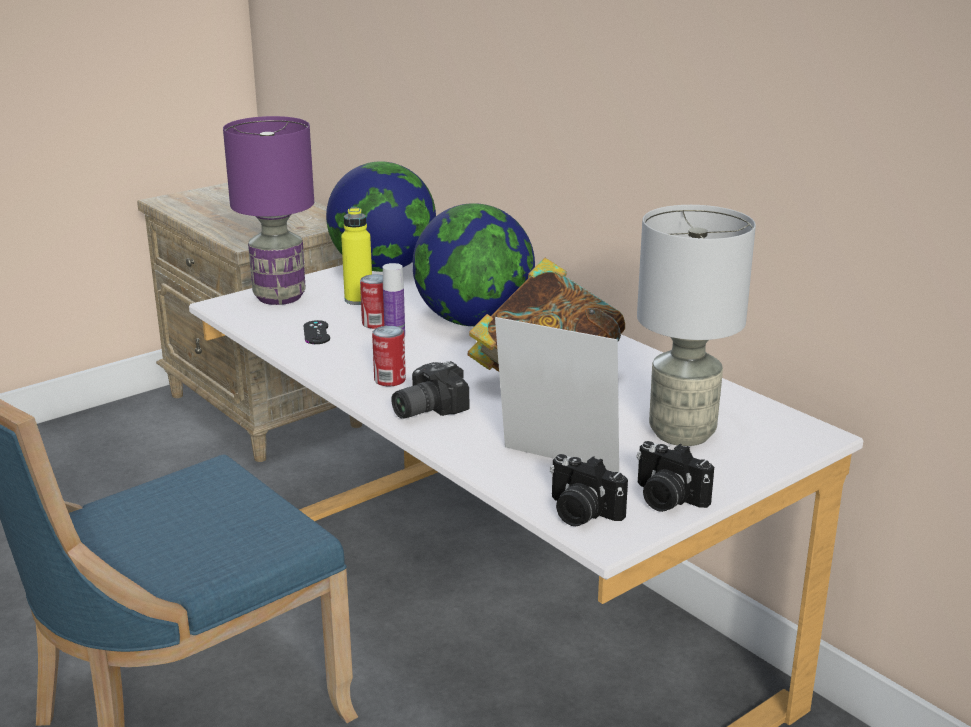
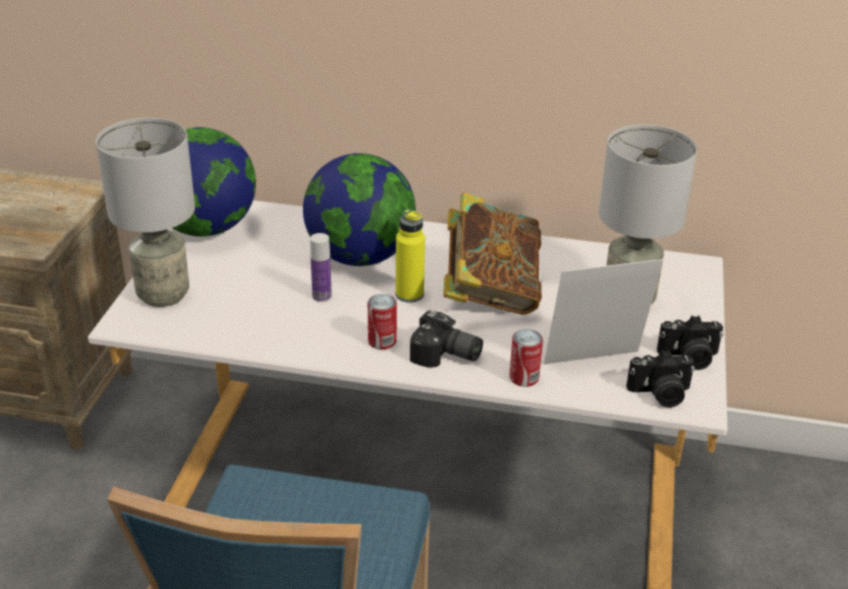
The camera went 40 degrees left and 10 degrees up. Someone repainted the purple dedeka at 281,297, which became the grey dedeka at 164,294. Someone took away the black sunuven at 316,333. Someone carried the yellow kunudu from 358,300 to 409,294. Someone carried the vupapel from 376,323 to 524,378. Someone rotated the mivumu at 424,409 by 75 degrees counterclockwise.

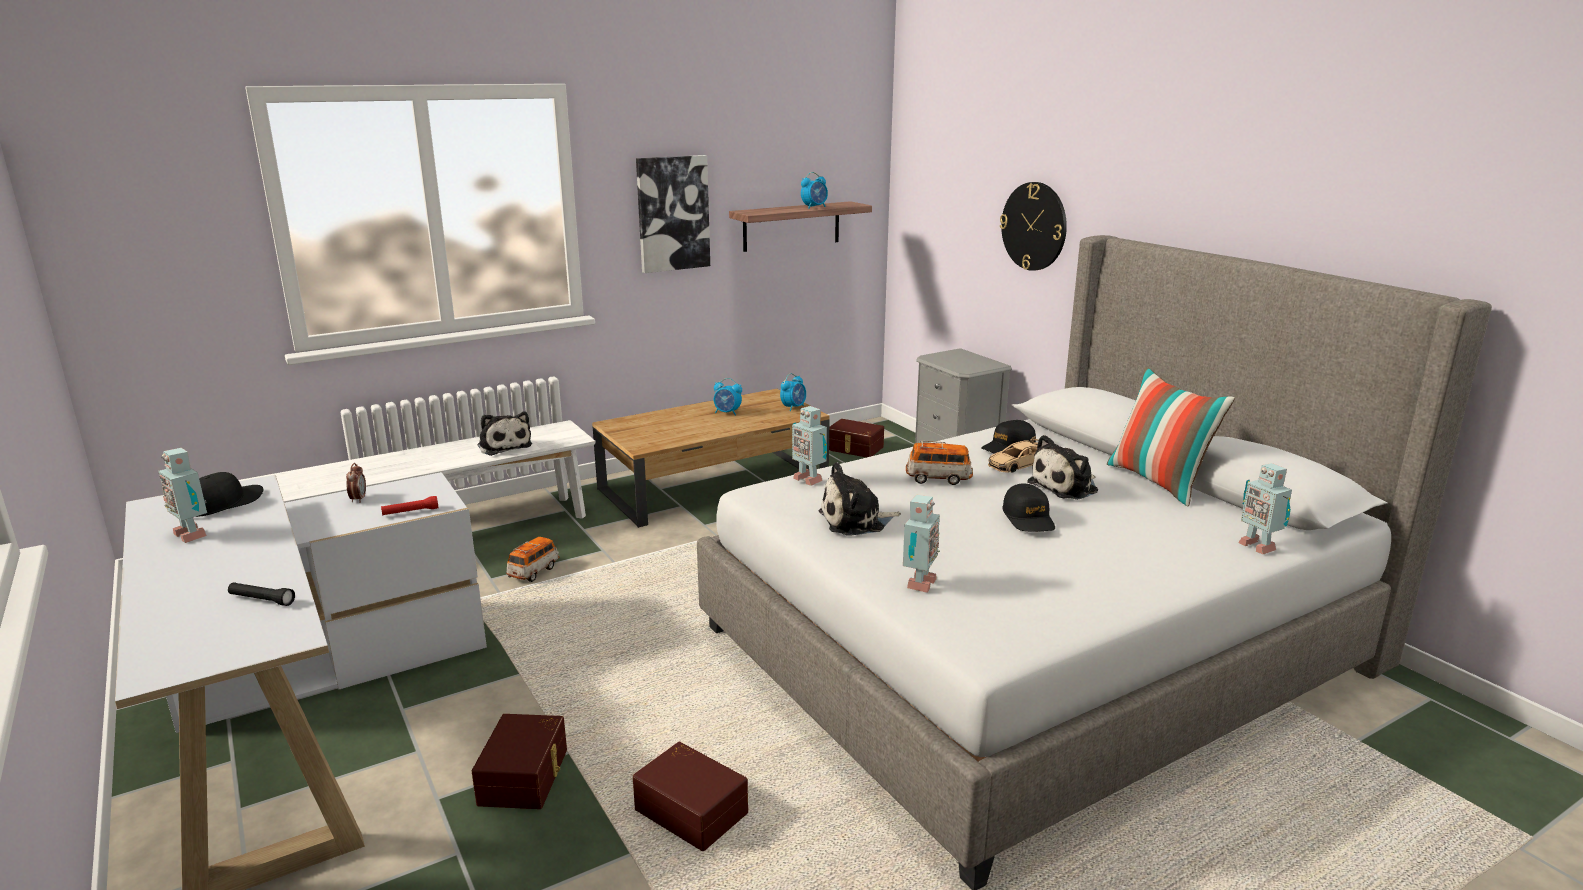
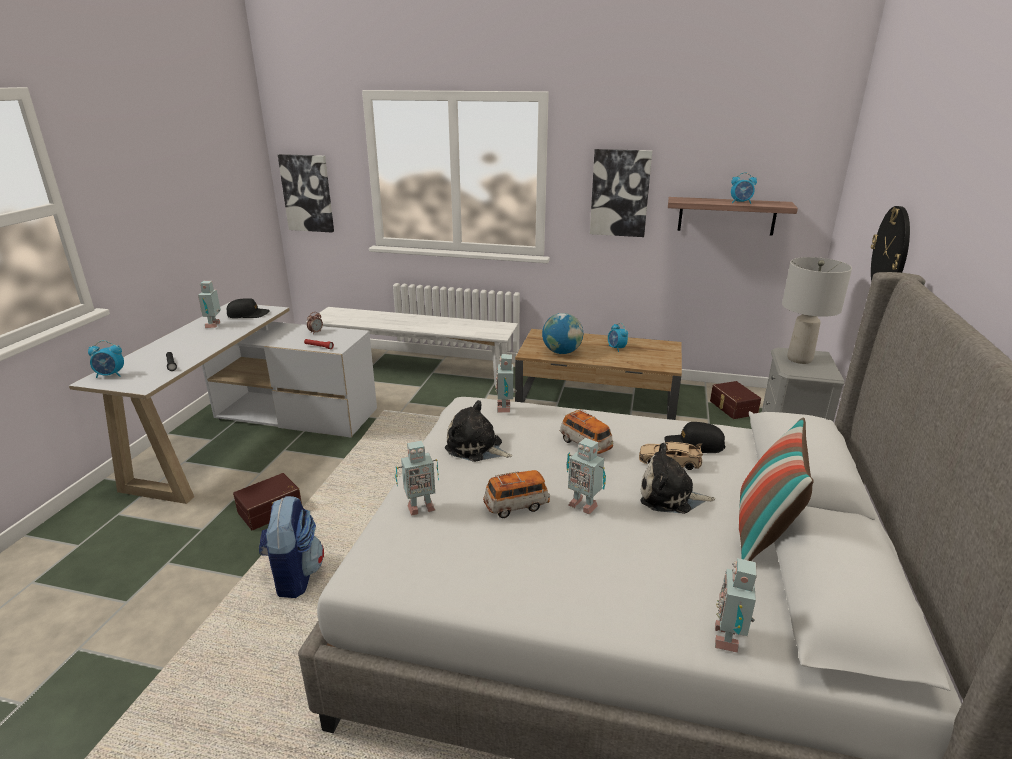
The camera went 45 degrees right and 5 degrees up. Someone took away the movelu at 504,446. Someone carried the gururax from 534,571 to 516,506. Someone swapped the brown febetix at 693,810 for the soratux at 294,576. Someone carried the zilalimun from 793,407 to 110,375. Someone swapped the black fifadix at 1028,519 for the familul at 583,504. Someone put up the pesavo at 307,193. Someone put down the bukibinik at 562,352. Someone put down the grey dedeka at 799,359.

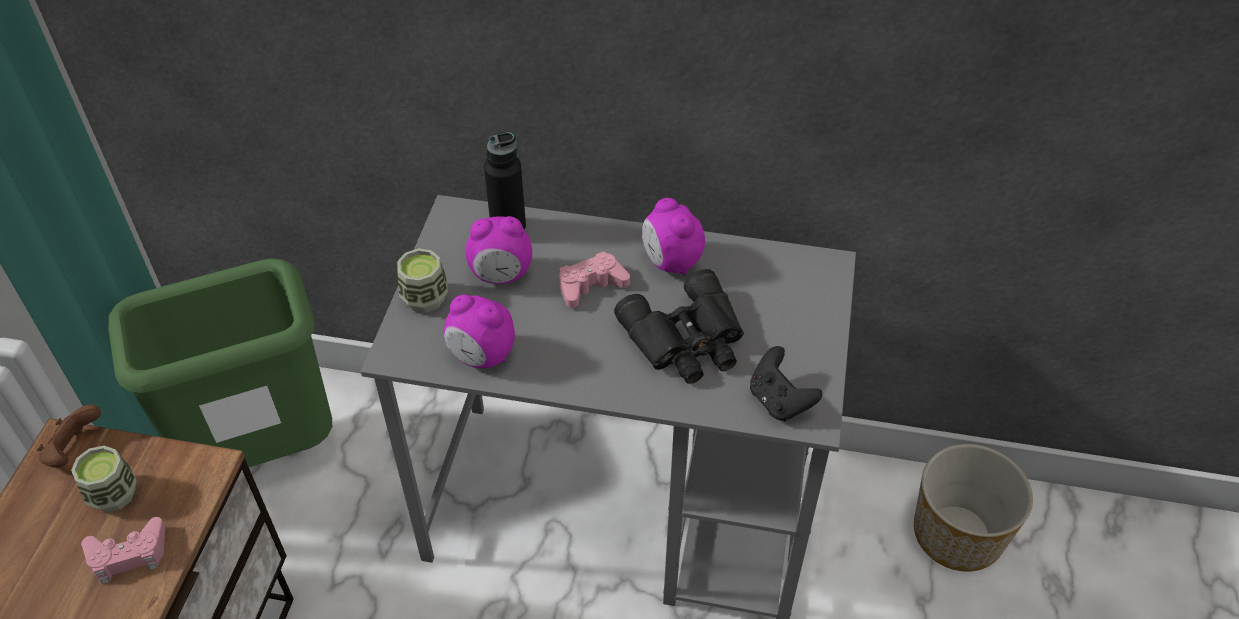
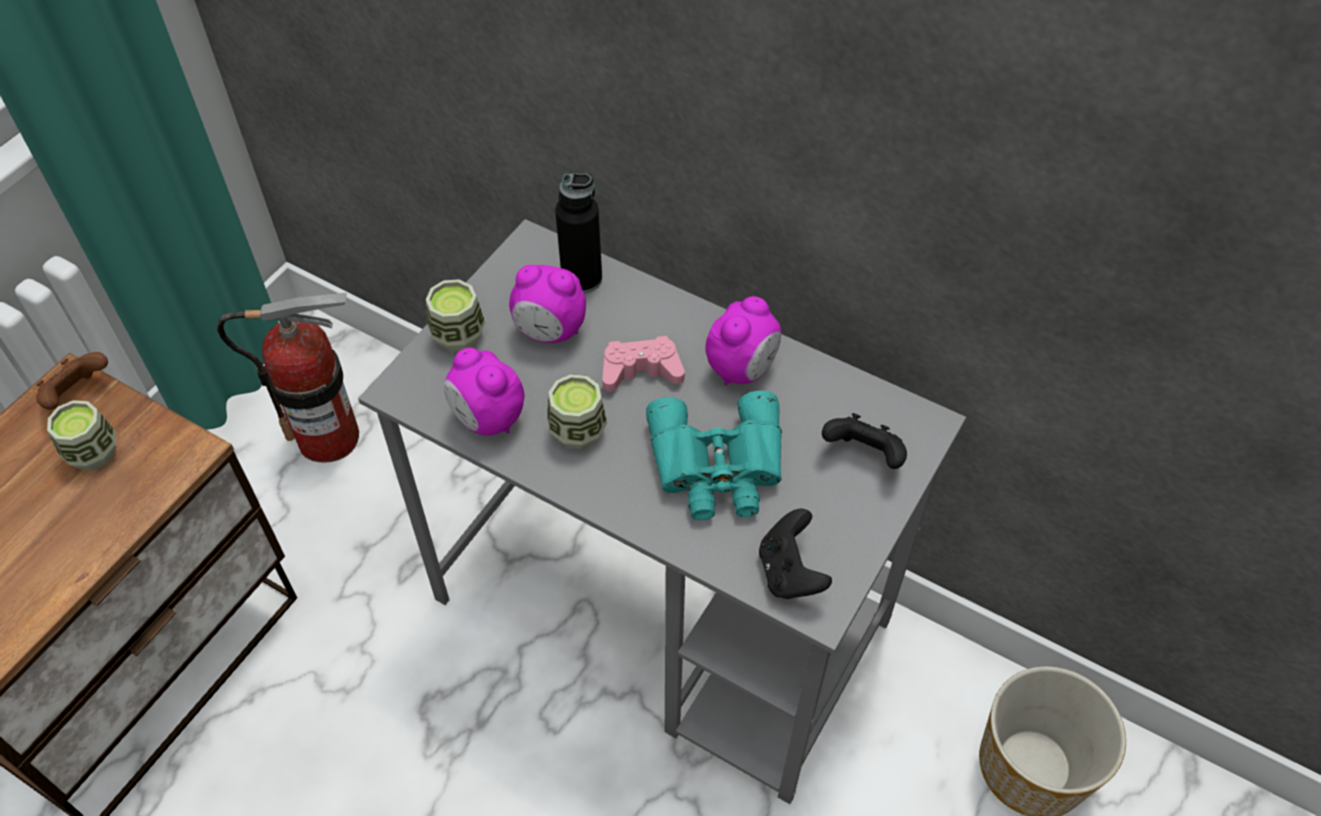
The camera went 20 degrees right and 5 degrees up. Someone took away the pink sunuven at 128,555. Someone swapped the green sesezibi at 266,454 for the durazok at 328,437. Someone repainted the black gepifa at 687,340, which became the turquoise gepifa at 718,467. Someone rotated the zilalimun at 670,262 by 135 degrees counterclockwise. Someone put down the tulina at 578,431. Someone put down the black sunuven at 864,455.

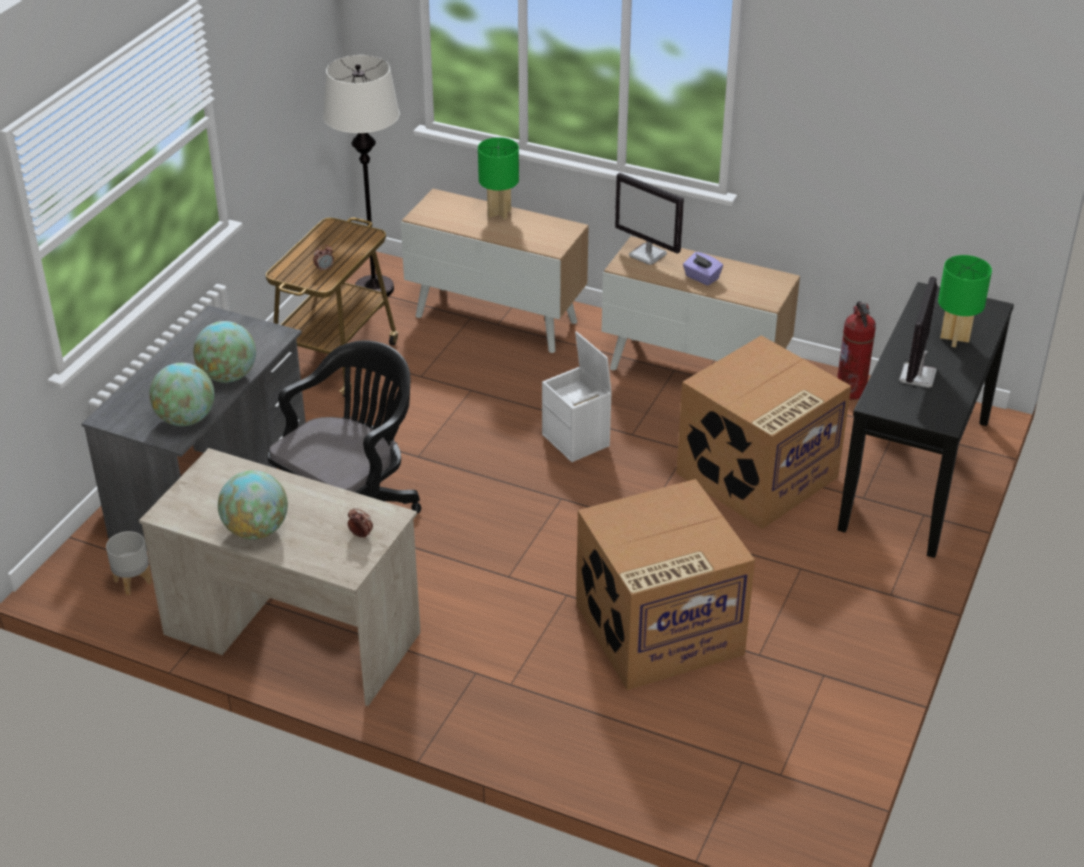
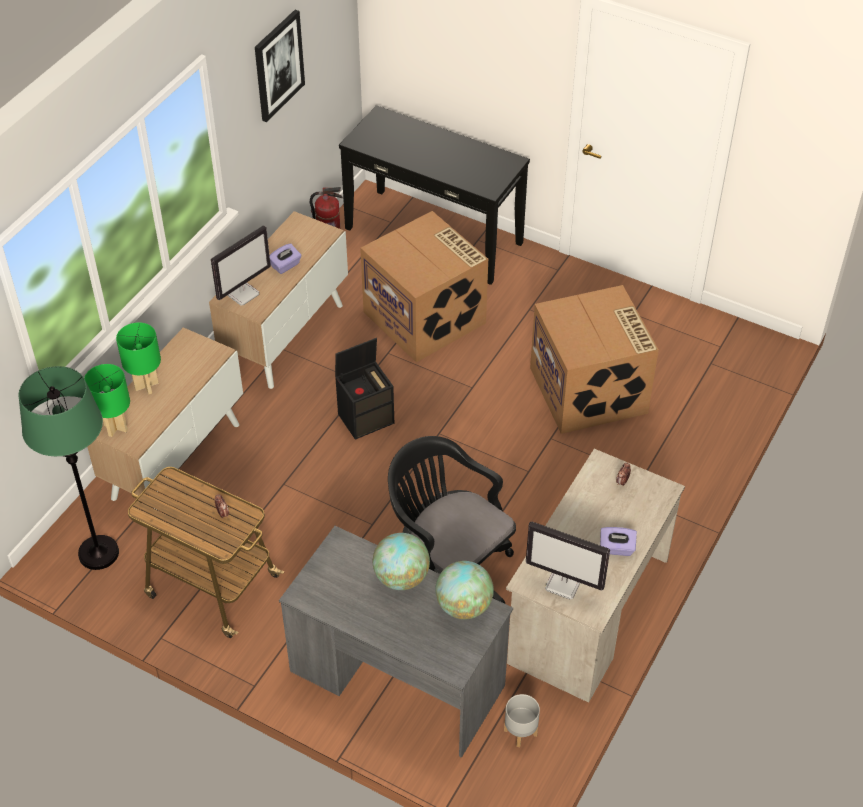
The camera went 85 degrees left and 10 degrees up. Someone swapped the bukibinik at 256,530 for the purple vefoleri at 616,548. Someone repainted the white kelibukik at 374,289, which became the green kelibukik at 99,553. Someone repainted the white febetix at 577,440, which became the black febetix at 366,417. Someone carried the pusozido from 917,376 to 564,584. Someone carried the green dedeka from 955,339 to 116,427. Someone put up the pesavo at 278,65.

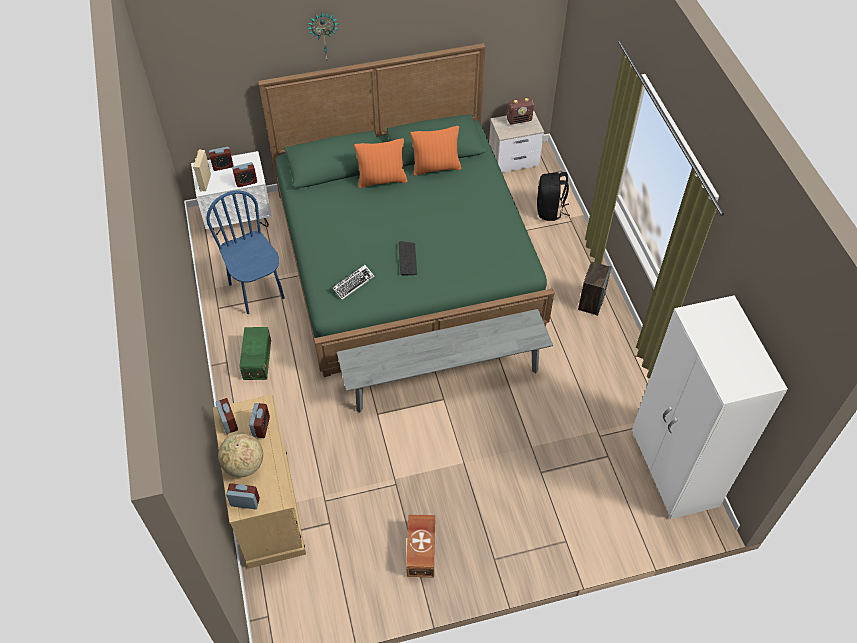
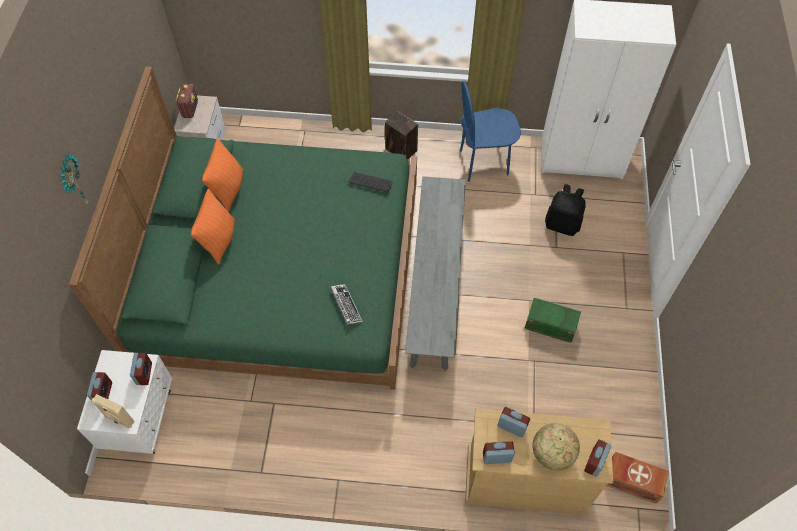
The camera went 70 degrees left and 5 degrees up. Someone carried the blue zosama from 257,291 to 484,163. Someone carried the green febetix from 256,360 to 551,326. Someone carried the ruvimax from 407,259 to 371,182. Someone carried the brown febetix from 422,550 to 631,480. Someone carried the black soratux from 550,210 to 562,224.

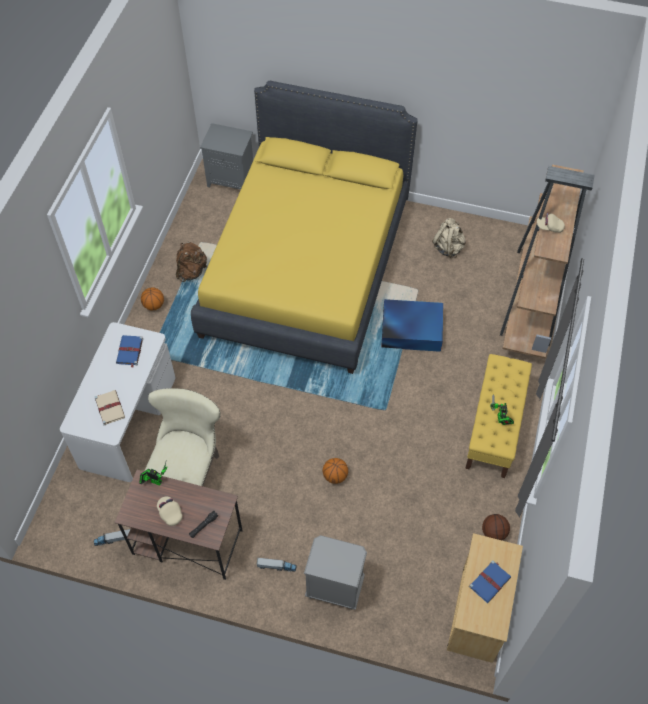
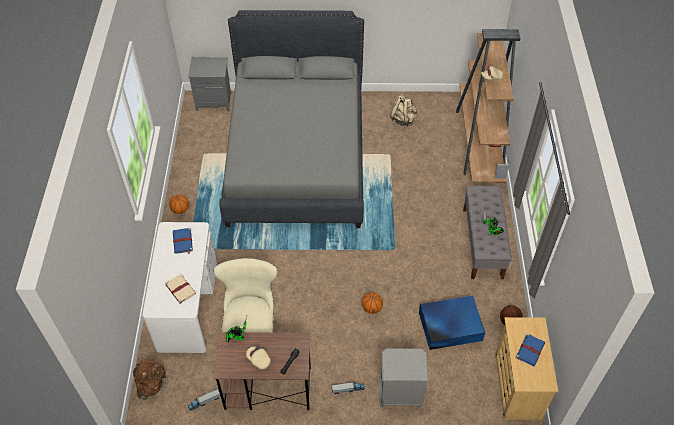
The camera went 15 degrees left and 5 degrees down. Someone carried the brown soratux from 191,272 to 151,385. Someone repainted the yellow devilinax at 306,268, which became the grey devilinax at 297,156. Someone carried the blue febetix from 410,330 to 449,326. Someone repainted the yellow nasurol at 494,427, which became the grey nasurol at 482,243.

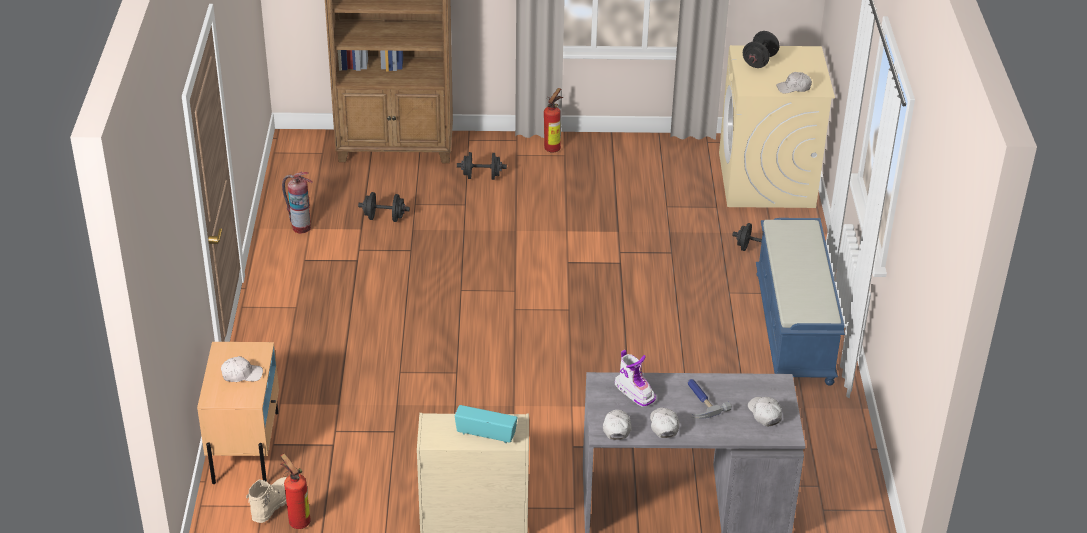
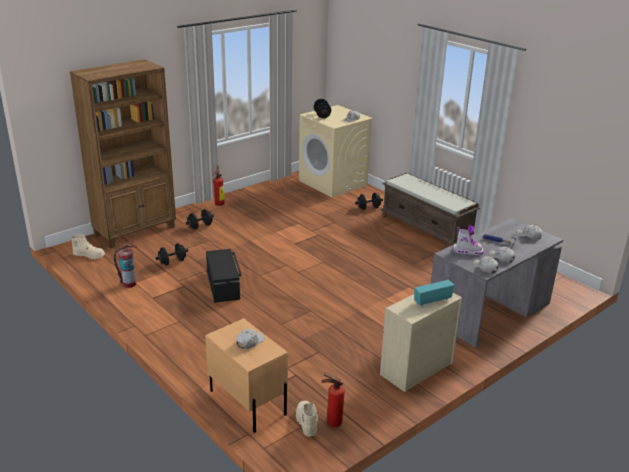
The camera went 40 degrees left and 10 degrees down. Someone repainted the blue nasurol at 795,328, which became the brown nasurol at 427,228. Someone put down the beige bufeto at 89,255. Someone put down the black febetix at 224,285.

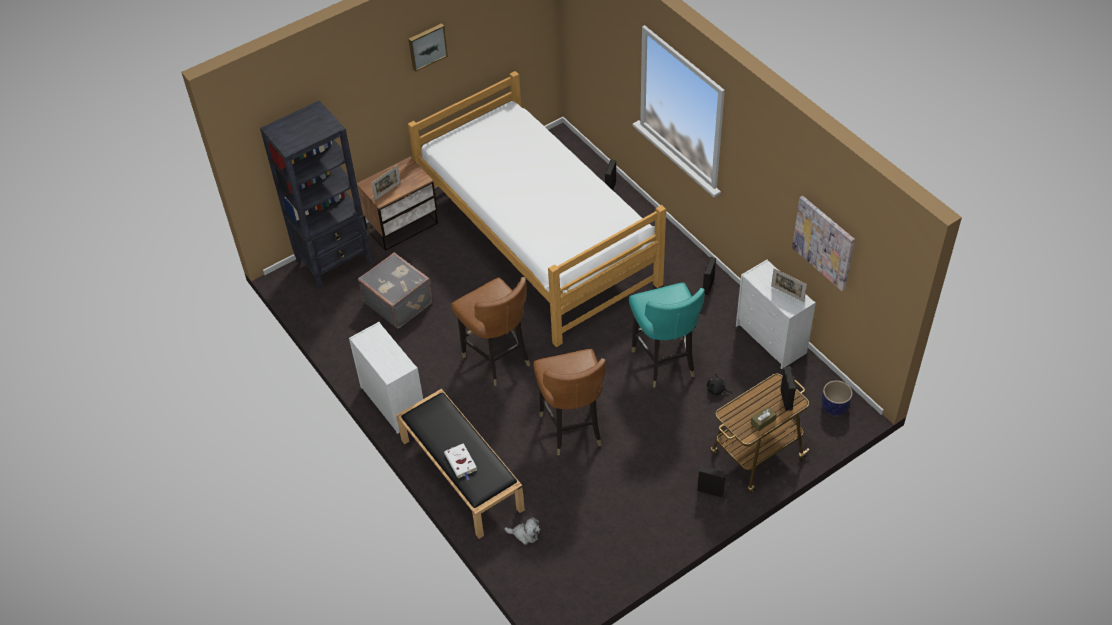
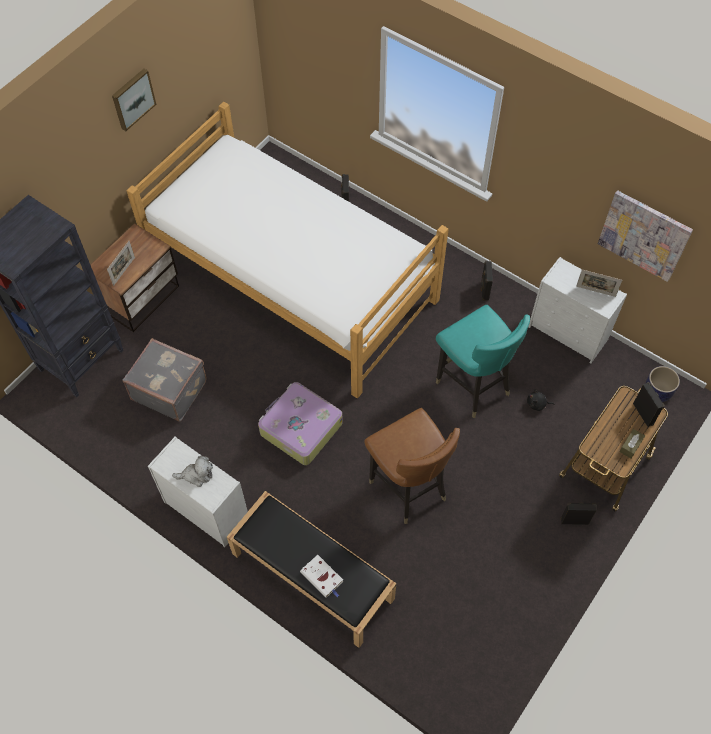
The camera went 20 degrees left and 10 degrees up. Someone swapped the brown zosama at 497,358 for the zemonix at 300,428. Someone carried the movelu from 525,534 to 197,475.

